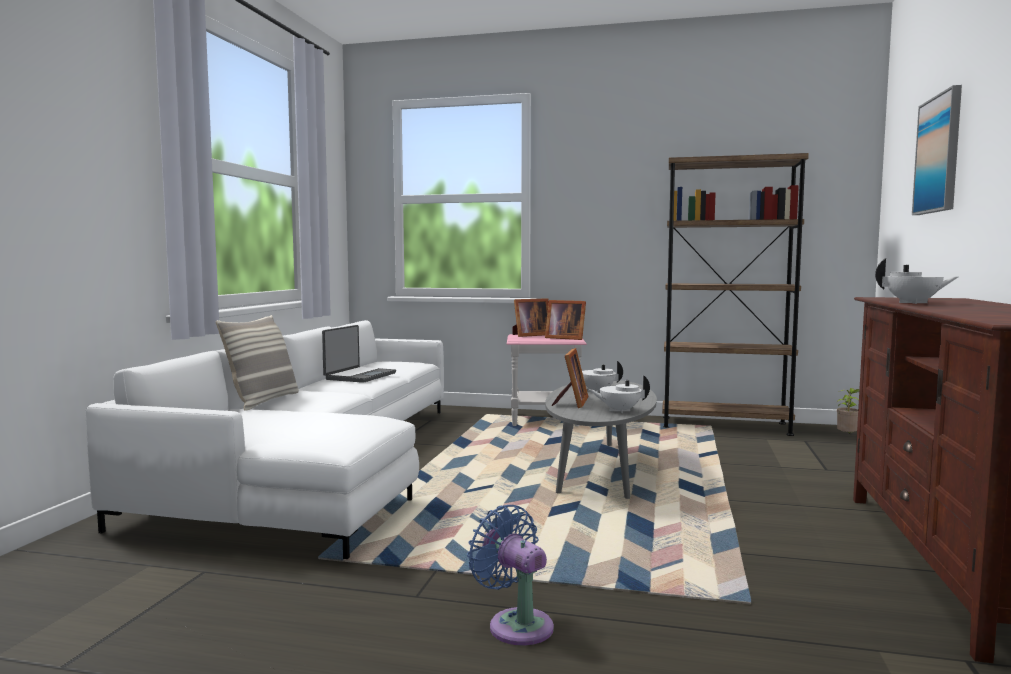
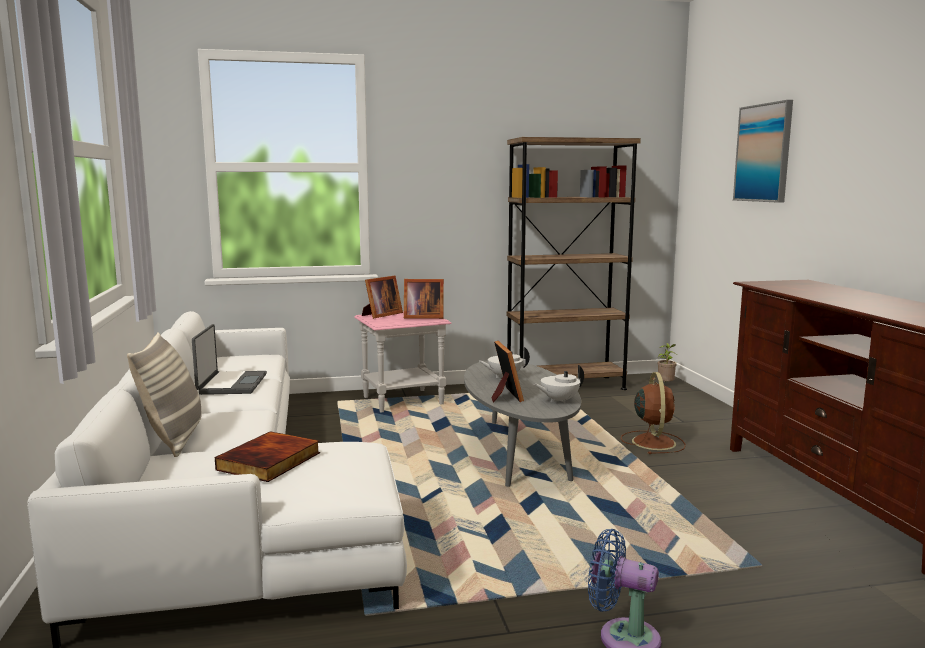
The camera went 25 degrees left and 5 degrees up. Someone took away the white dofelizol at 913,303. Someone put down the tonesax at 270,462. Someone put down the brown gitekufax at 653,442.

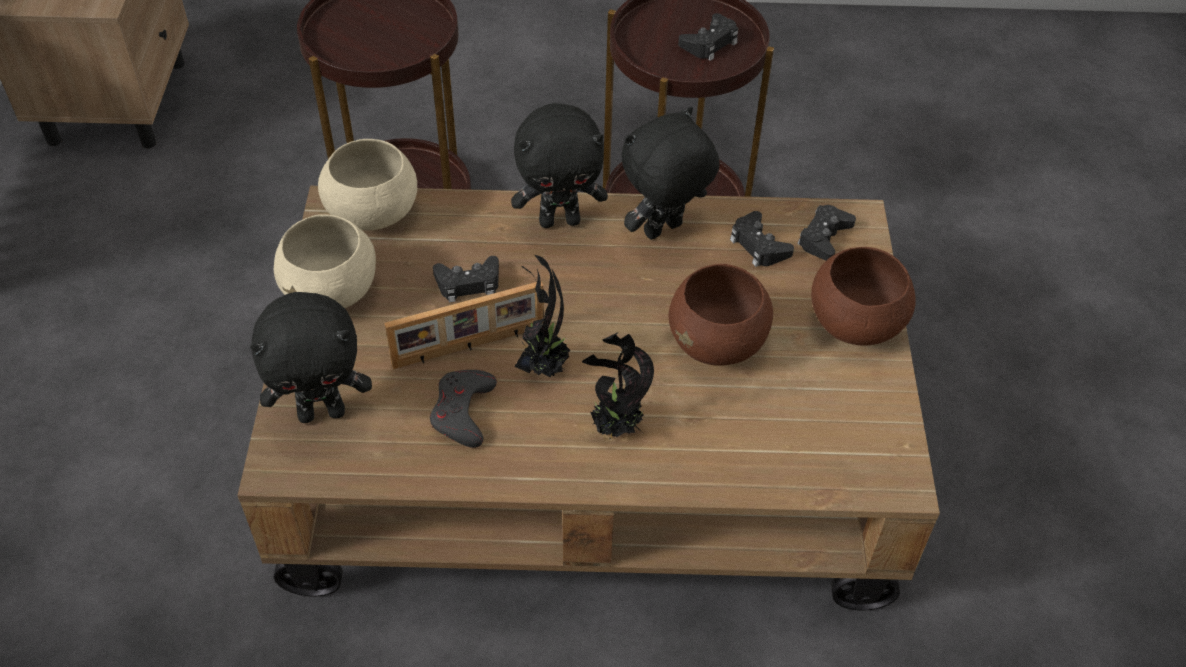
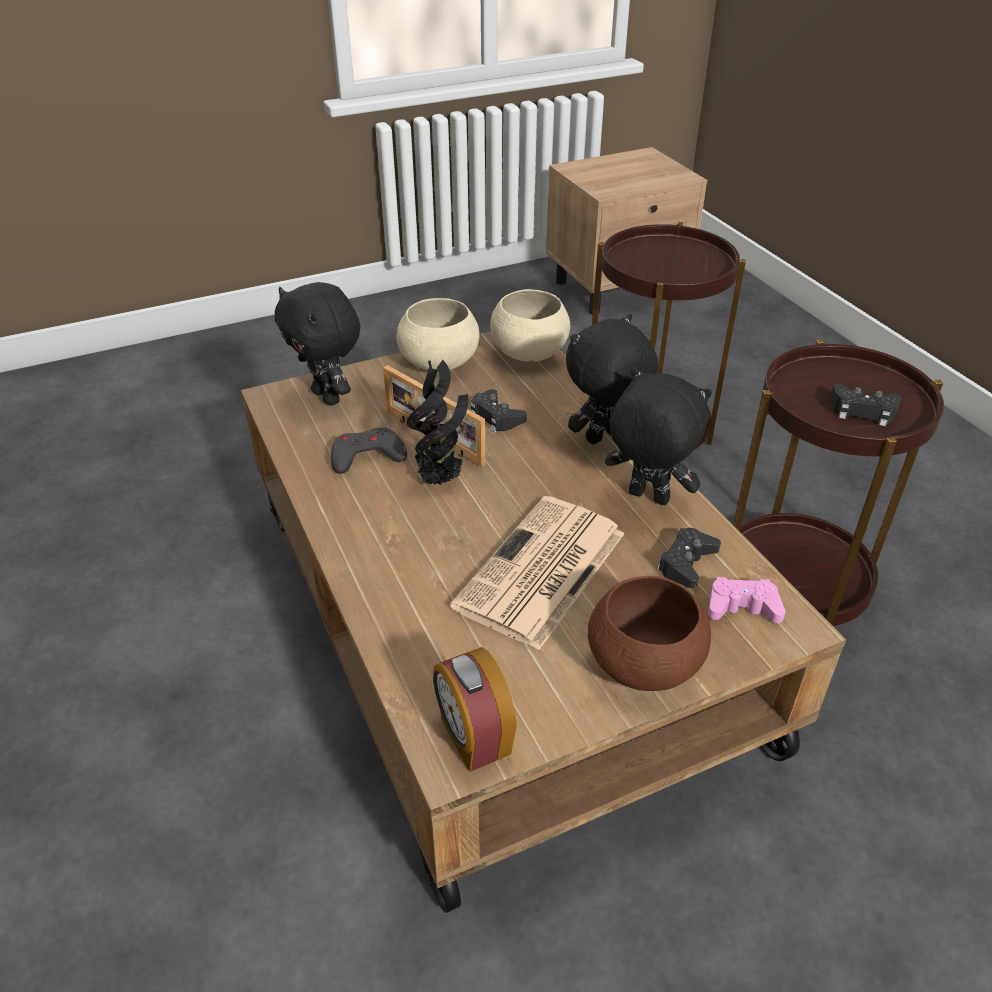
The camera went 65 degrees right and 10 degrees down. Someone rotated the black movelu at 560,220 by 90 degrees clockwise. Someone took away the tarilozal at 615,428. Someone swapped the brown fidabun at 718,342 for the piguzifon at 541,572. Someone repainted the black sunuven at 824,238, which became the pink sunuven at 742,607. Someone put down the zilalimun at 473,737.

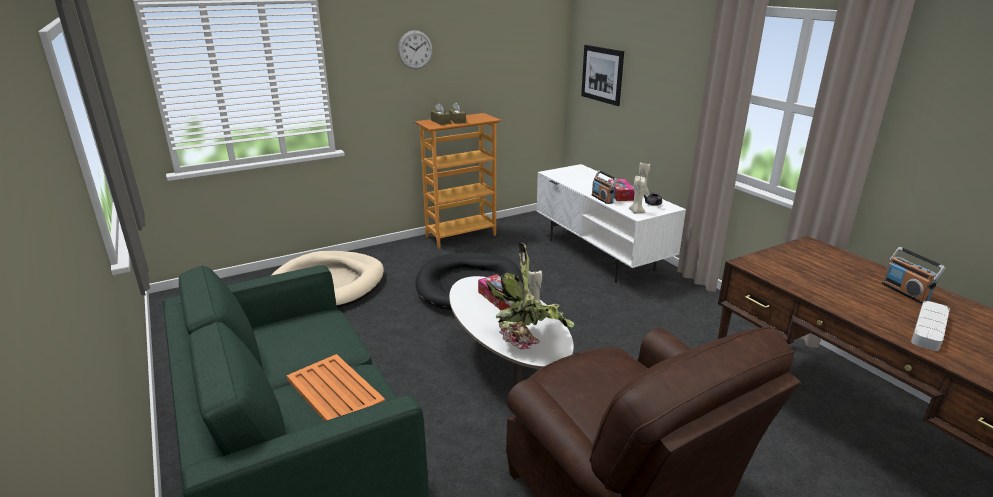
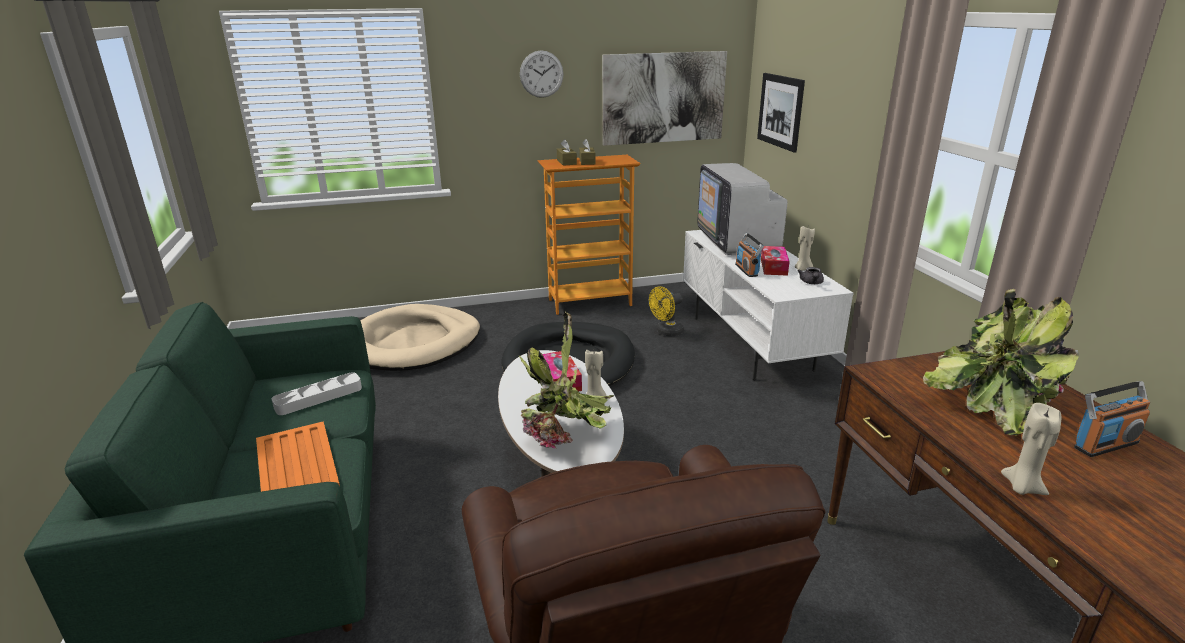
The camera went 15 degrees right and 0 degrees up. Someone carried the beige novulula from 636,212 to 1022,487. Someone rotated the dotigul at 905,292 by 105 degrees counterclockwise. Someone carried the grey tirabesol from 929,329 to 318,397. Someone put up the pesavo at 663,98. Someone put down the yellow gitekufax at 666,332. Someone put down the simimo at 736,241. Someone put down the tarilozal at 991,402.

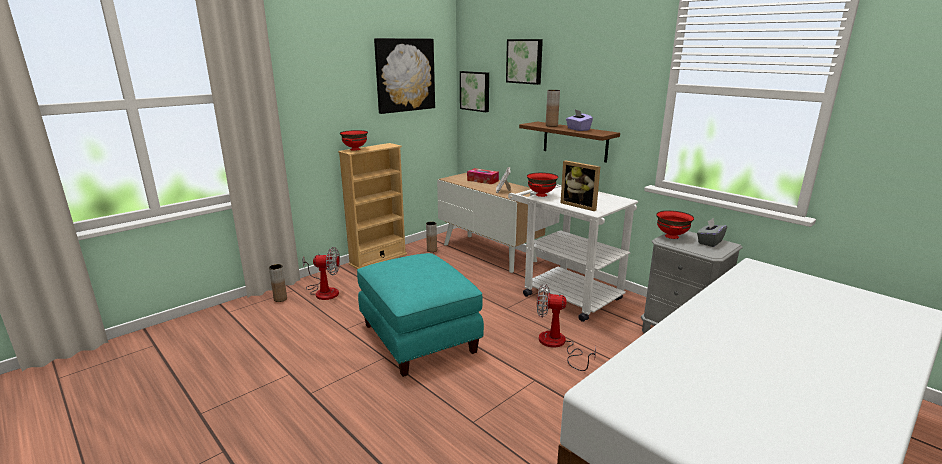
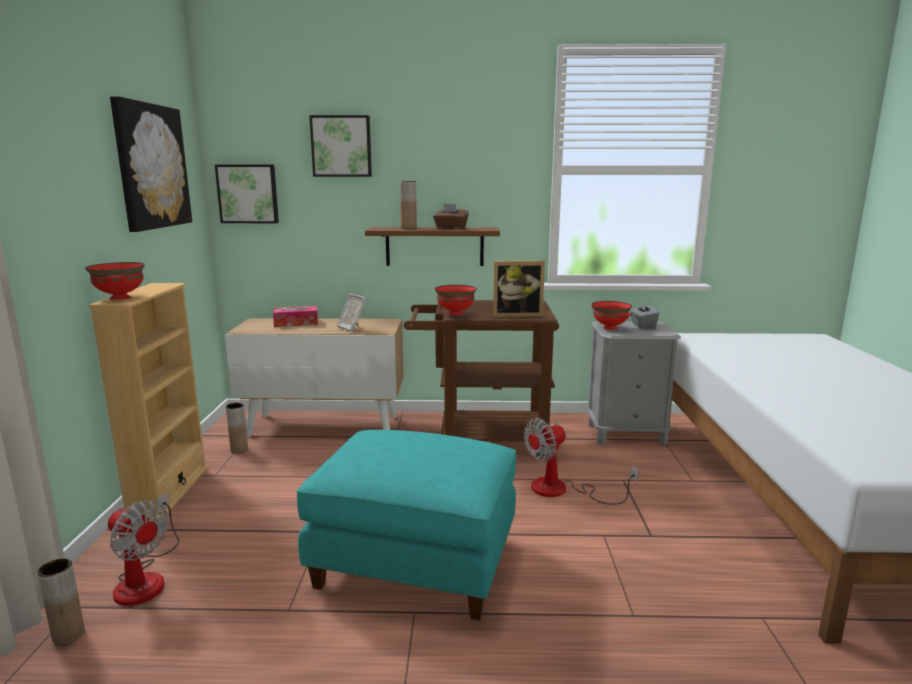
The camera went 45 degrees left and 5 degrees down. Someone rotated the gitekufax at 323,291 by 75 degrees clockwise. Someone repainted the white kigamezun at 564,294, which became the brown kigamezun at 481,438. Someone repainted the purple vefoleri at 578,129, which became the brown vefoleri at 450,228.

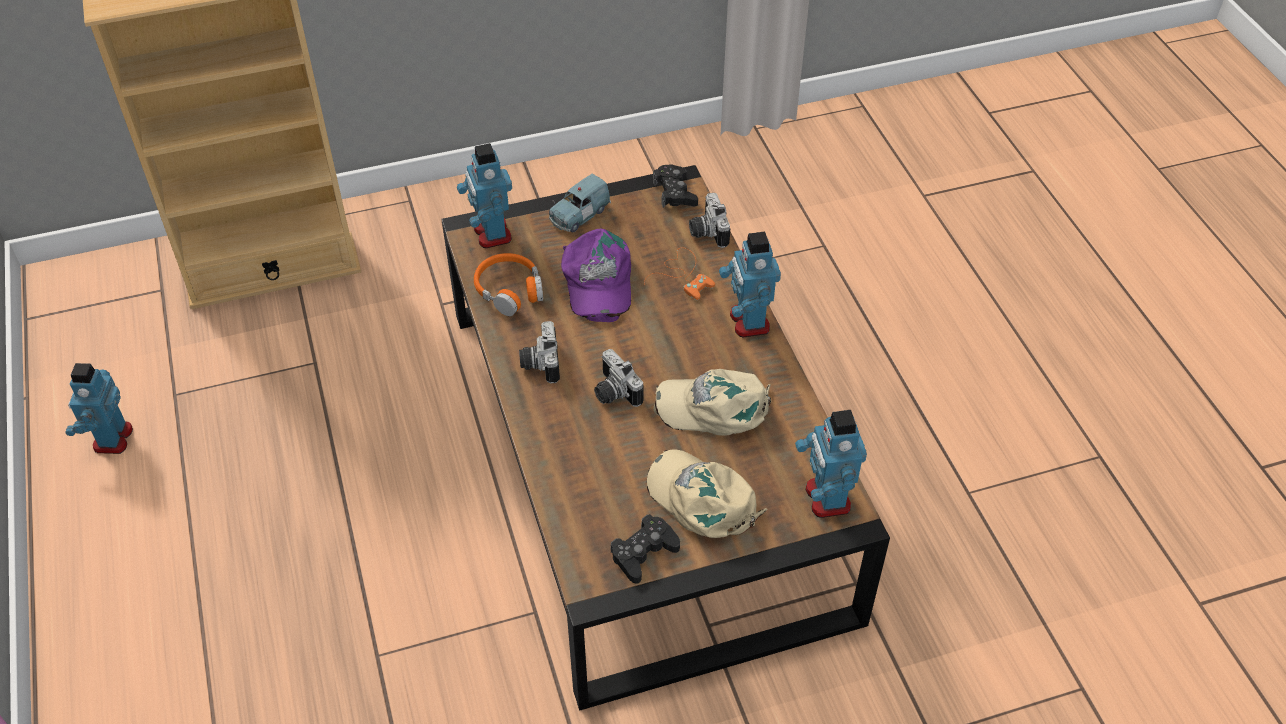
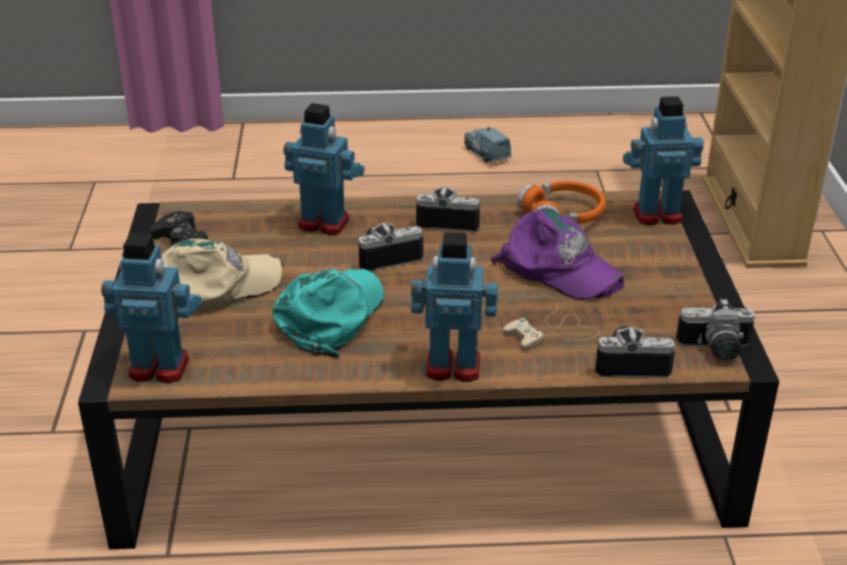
The camera went 105 degrees right and 15 degrees down. Someone carried the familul from 112,438 to 324,222. Someone carried the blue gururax from 579,215 to 486,153. Someone rotated the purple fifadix at 597,282 by 150 degrees counterclockwise. Someone repainted the orange sunuven at 683,275, which became the beige sunuven at 552,330. Someone swapped the black sunuven at 675,193 for the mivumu at 715,350. Someone repainted the beige fifadix at 714,407, which became the turquoise fifadix at 331,315.

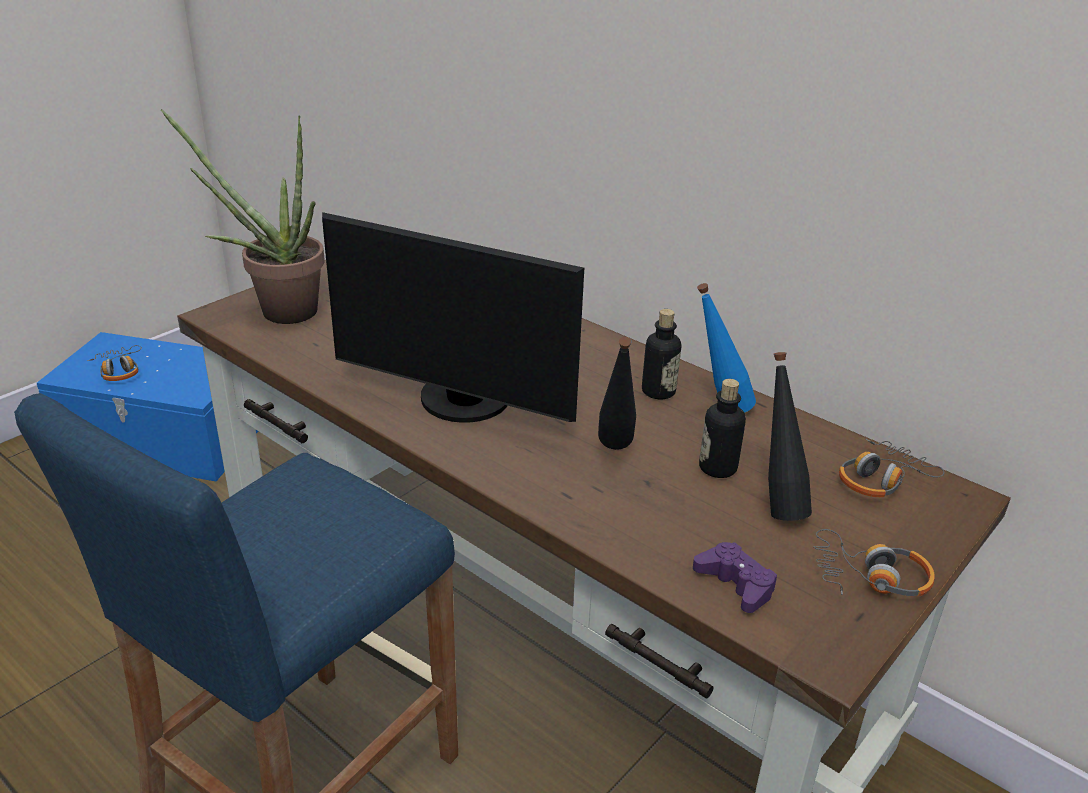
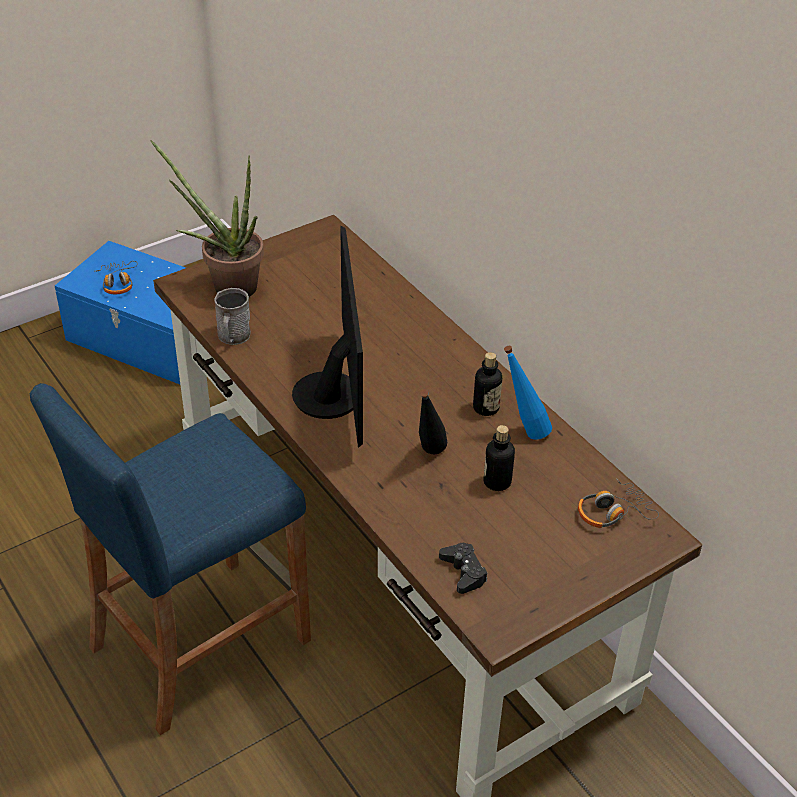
The camera went 15 degrees right and 10 degrees up. Someone rotated the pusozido at 461,403 by 135 degrees counterclockwise. Someone repainted the purple sunuven at 736,584, which became the black sunuven at 463,572. Someone took away the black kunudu at 776,505. Someone took away the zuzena at 870,577. Someone put down the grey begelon at 233,337.

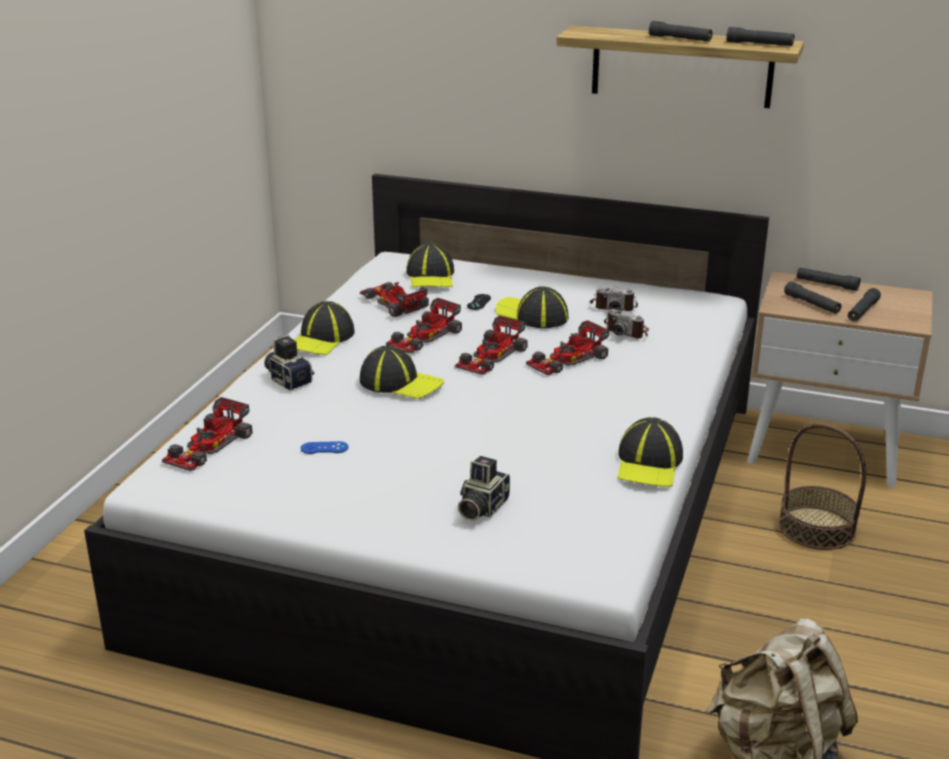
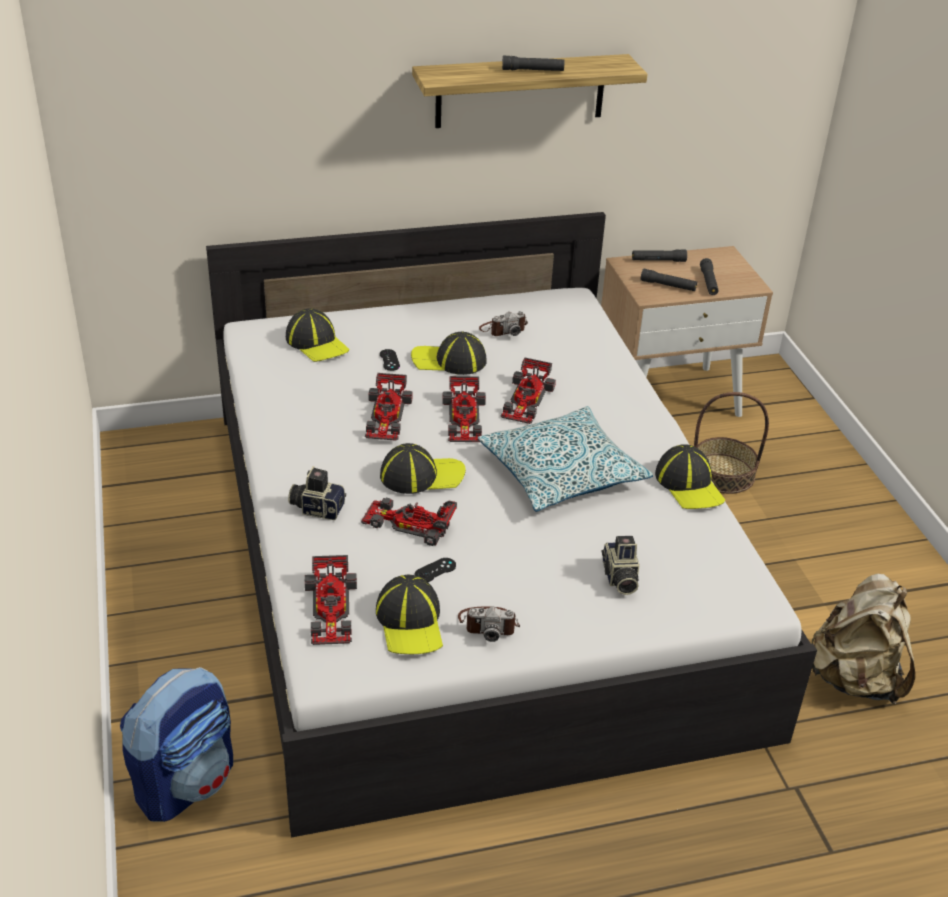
The camera went 35 degrees left and 10 degrees up. Someone carried the fifadix from 322,339 to 410,622. Someone repainted the blue sunuven at 324,448, which became the black sunuven at 435,570. Someone carried the gururax from 393,302 to 409,523. Someone carried the mivumu from 627,331 to 488,624. Someone took away the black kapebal at 759,44. Someone put down the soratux at 186,782. Someone put down the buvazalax at 561,473.

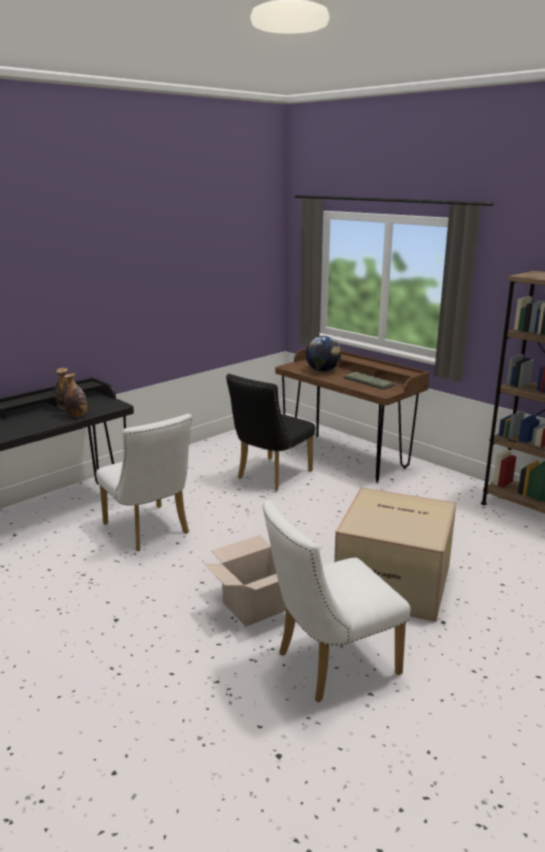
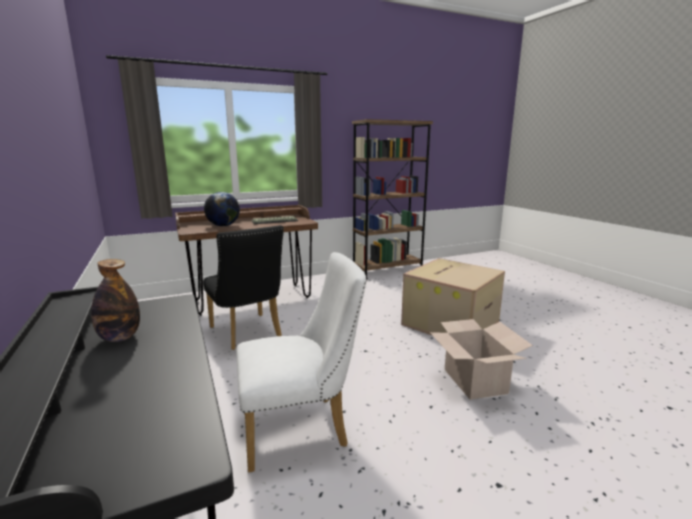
The camera went 70 degrees left and 5 degrees down. Someone took away the kunudu at 77,415. Someone took away the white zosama at 329,664.

